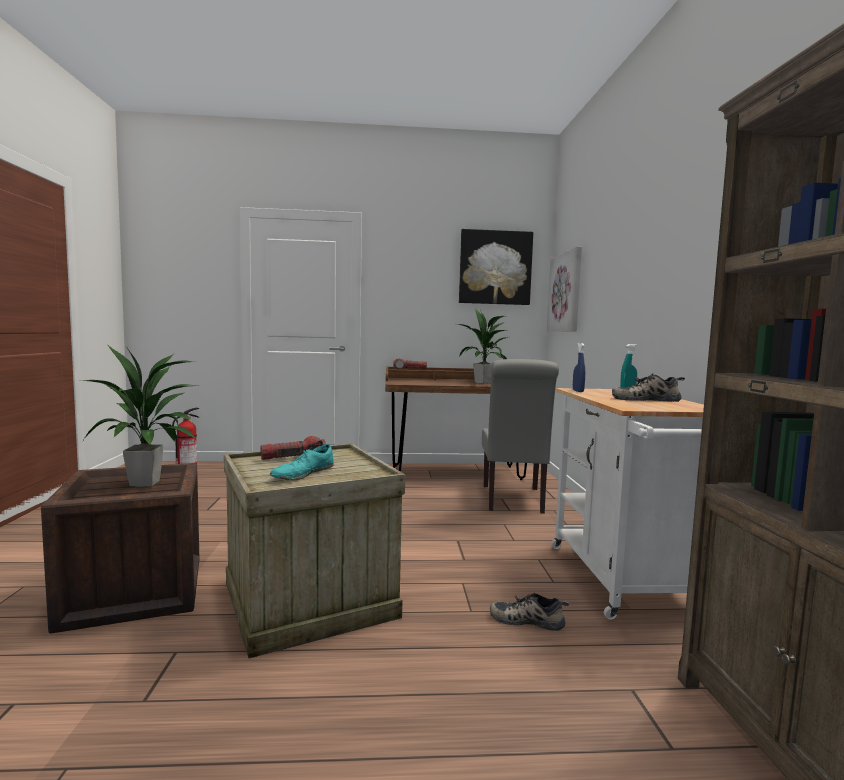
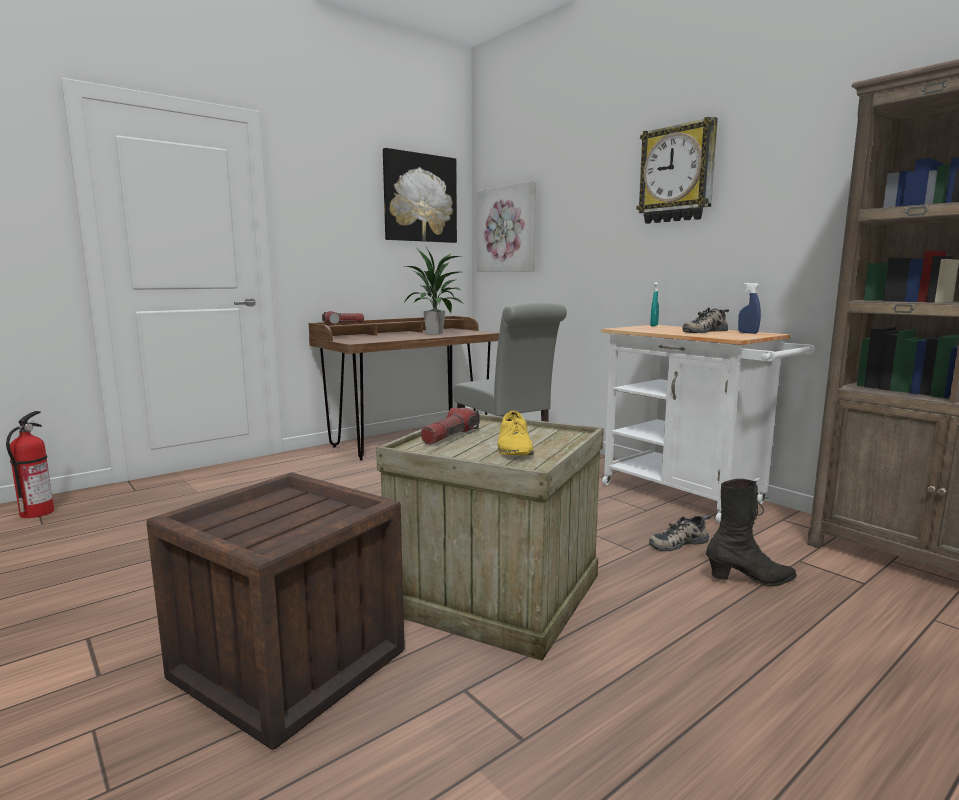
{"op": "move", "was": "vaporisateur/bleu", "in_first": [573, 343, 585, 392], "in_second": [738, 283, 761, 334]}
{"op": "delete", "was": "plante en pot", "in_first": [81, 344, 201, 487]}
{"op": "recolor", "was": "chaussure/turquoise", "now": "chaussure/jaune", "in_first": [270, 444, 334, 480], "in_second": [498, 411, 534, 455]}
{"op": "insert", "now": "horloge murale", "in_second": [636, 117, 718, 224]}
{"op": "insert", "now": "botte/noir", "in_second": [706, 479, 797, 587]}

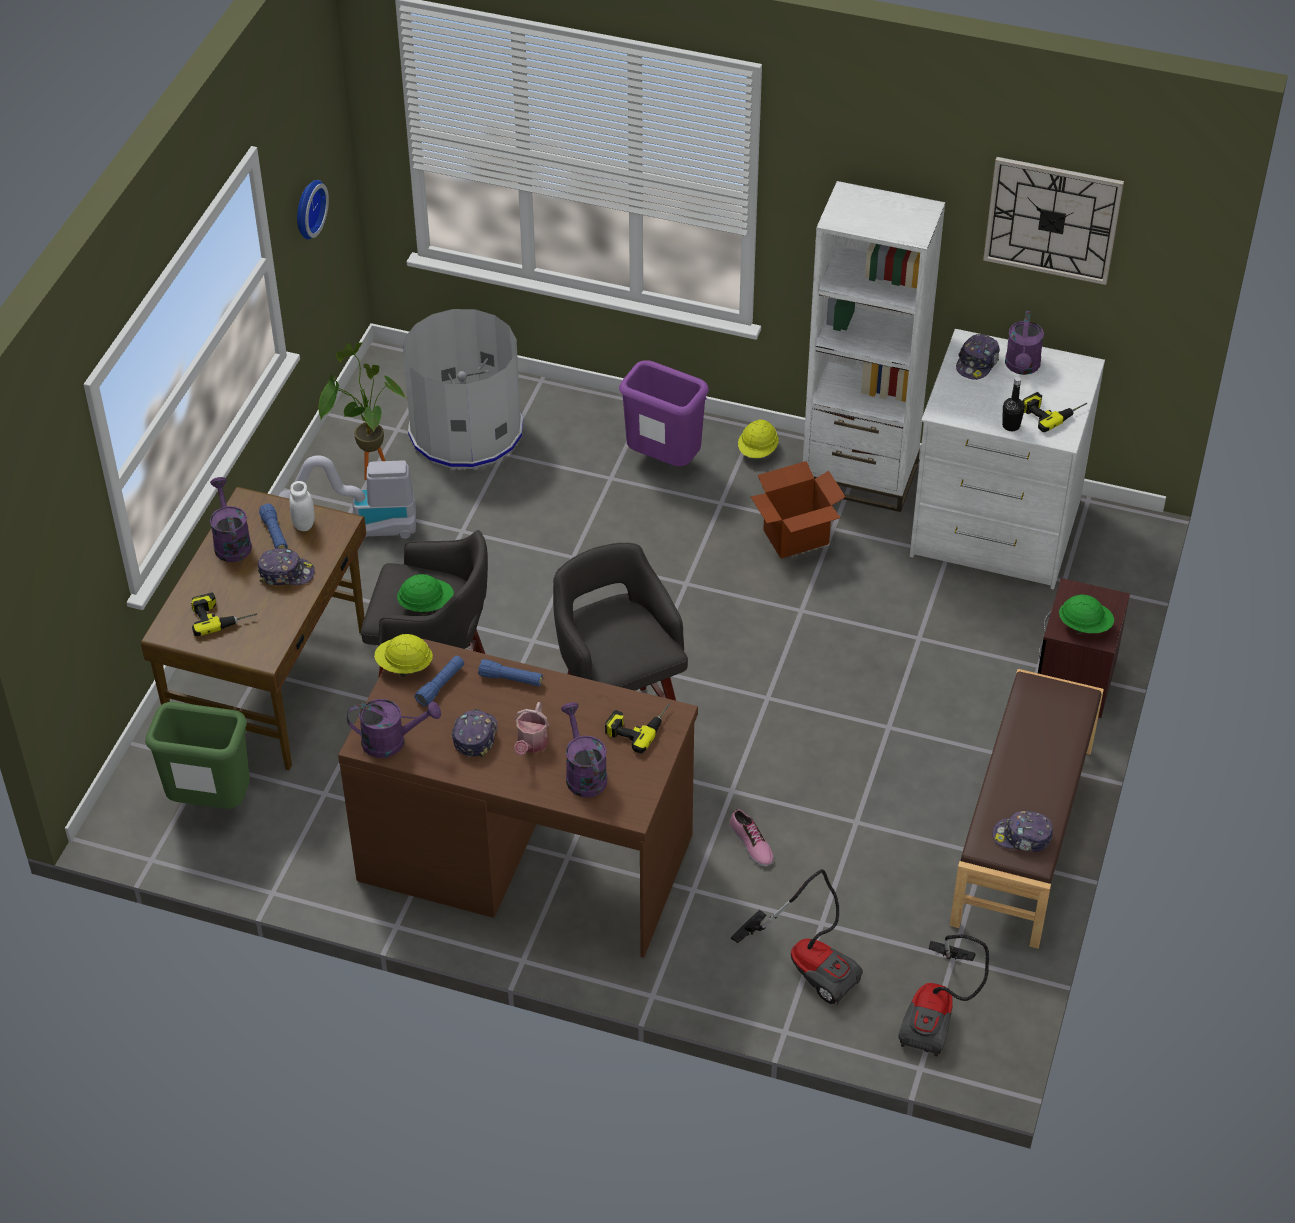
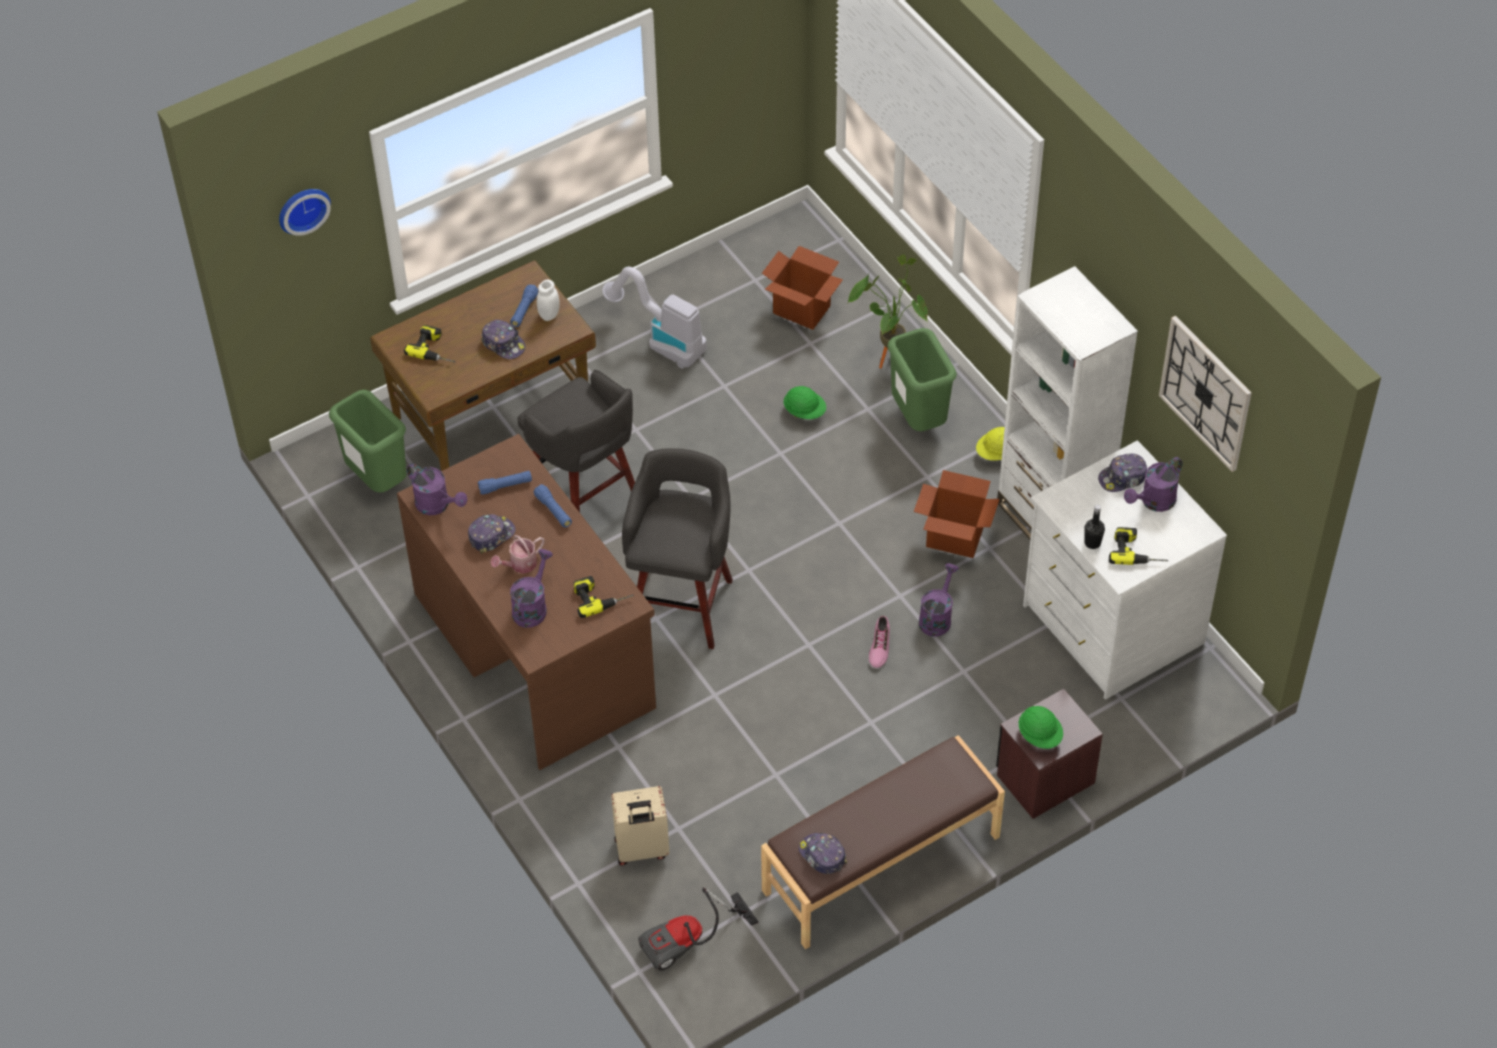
{"op": "move", "was": "horloge murale", "in_first": [297, 180, 329, 240], "in_second": [279, 189, 331, 236]}
{"op": "replace", "was": "poubelle/gris", "now": "carton", "in_first": [403, 309, 523, 469], "in_second": [762, 246, 843, 330]}
{"op": "move", "was": "plante en pot", "in_first": [319, 342, 406, 480], "in_second": [848, 254, 928, 368]}
{"op": "recolor", "was": "poubelle/violet", "now": "poubelle/vert", "in_first": [619, 360, 709, 466], "in_second": [887, 328, 957, 431]}
{"op": "move", "was": "arrosoir/violet", "in_first": [210, 477, 252, 562], "in_second": [919, 563, 958, 636]}
{"op": "move", "was": "casque de chantier/vert", "in_first": [397, 574, 454, 615], "in_second": [784, 386, 826, 419]}
{"op": "delete", "was": "casque de chantier/jaune", "in_first": [374, 634, 433, 677]}
{"op": "move", "was": "chaussure", "in_first": [730, 809, 773, 867], "in_second": [868, 615, 890, 669]}
{"op": "replace", "was": "aspirateur", "now": "valise/beige", "in_first": [731, 869, 863, 1005], "in_second": [611, 786, 669, 865]}

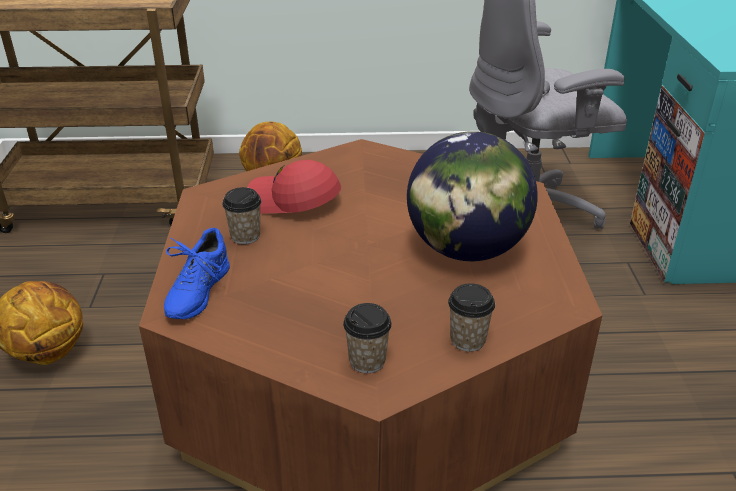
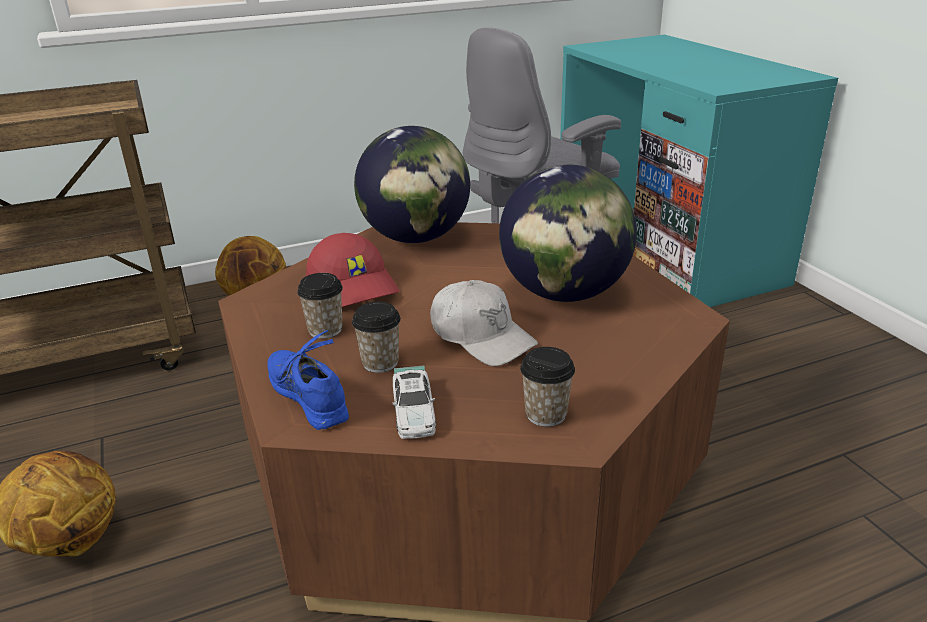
{"op": "rotate", "was": "casquette/rouge", "in_first": [247, 160, 341, 213], "in_second": [306, 233, 400, 307], "clockwise": -120}
{"op": "rotate", "was": "chaussure/bleu", "in_first": [164, 228, 230, 319], "in_second": [267, 330, 349, 430], "clockwise": 150}
{"op": "move", "was": "tasse", "in_first": [448, 283, 495, 352], "in_second": [352, 302, 401, 373]}
{"op": "insert", "now": "globe", "in_second": [354, 126, 470, 243]}
{"op": "insert", "now": "casquette/blanc", "in_second": [430, 280, 538, 366]}
{"op": "insert", "now": "petite voiture", "in_second": [392, 366, 436, 439]}

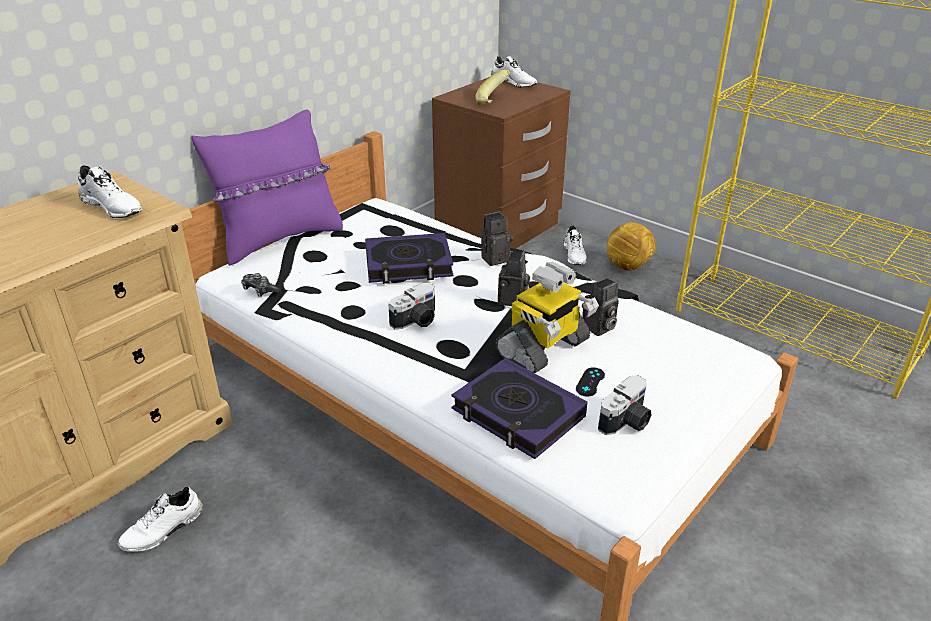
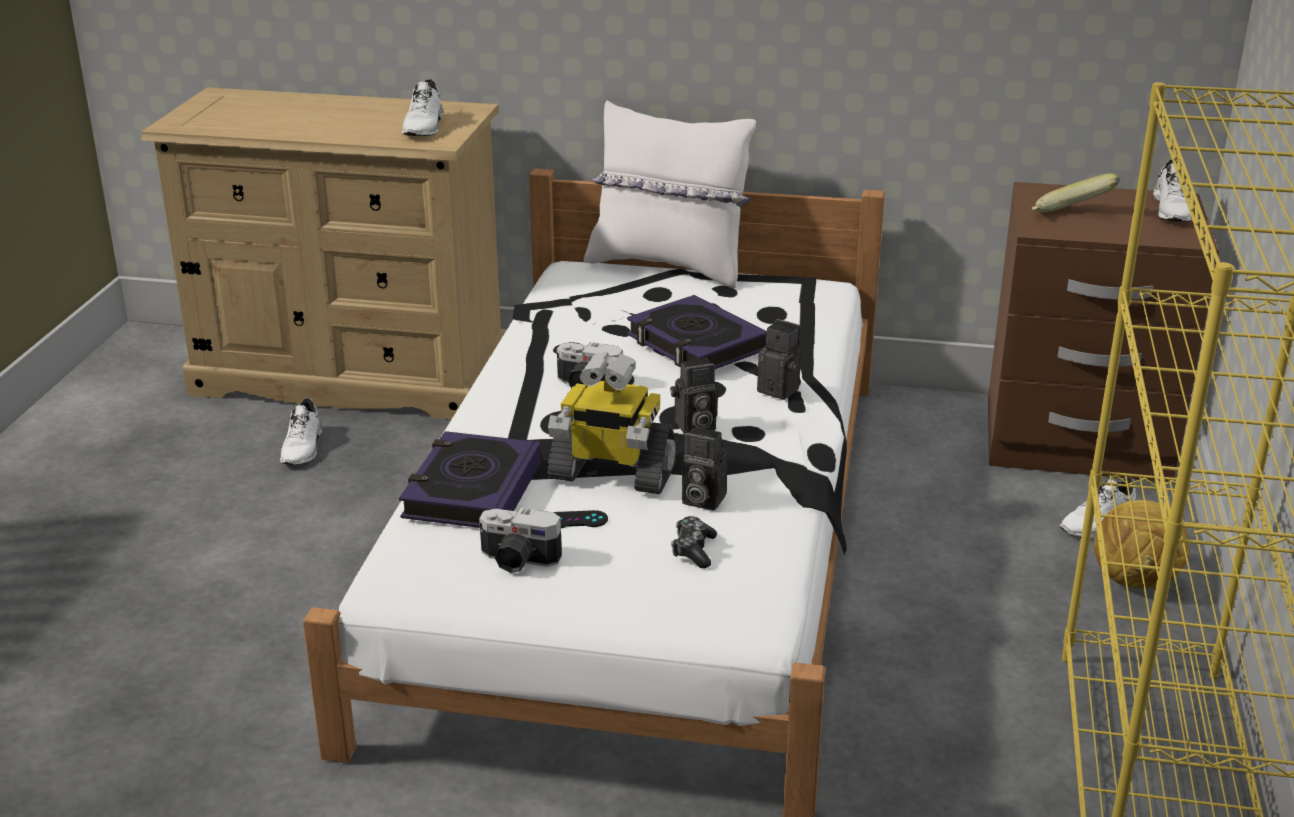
{"op": "recolor", "was": "coussin/violet", "now": "coussin/blanc", "in_first": [191, 110, 343, 266], "in_second": [584, 101, 756, 288]}
{"op": "move", "was": "manette", "in_first": [241, 273, 281, 297], "in_second": [671, 516, 717, 568]}
{"op": "rotate", "was": "chaussure/blanc", "in_first": [117, 487, 203, 552], "in_second": [280, 398, 322, 465], "clockwise": -105}

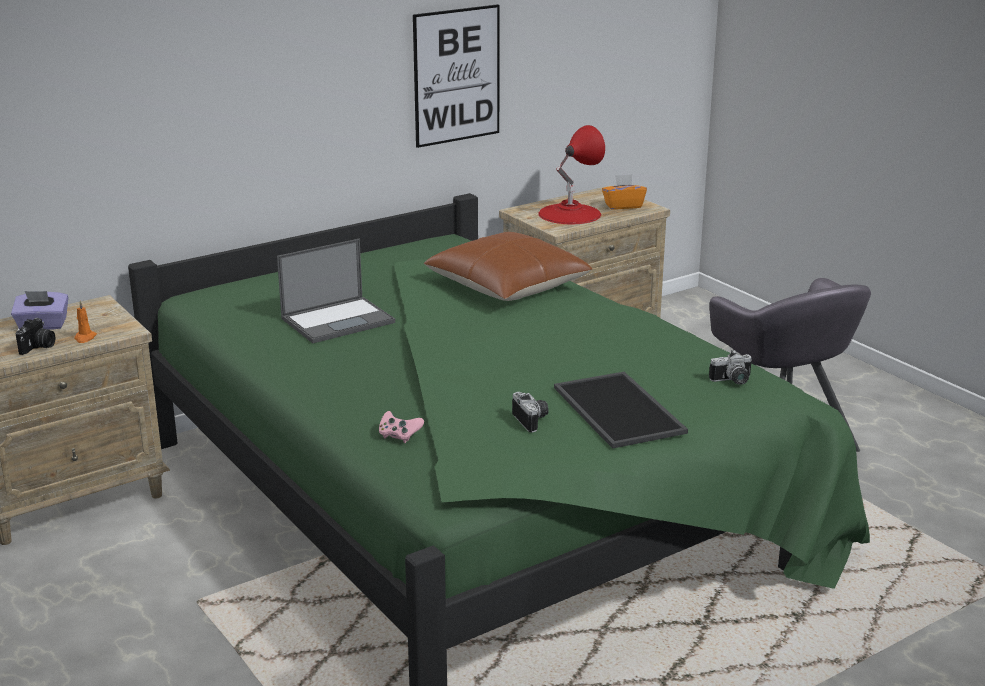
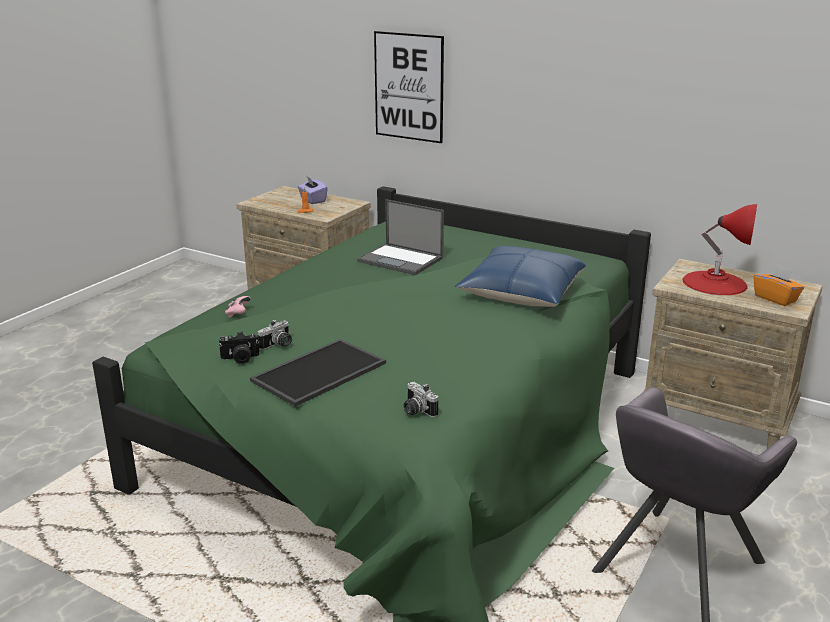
{"op": "move", "was": "tableau", "in_first": [413, 4, 500, 148], "in_second": [374, 31, 444, 143]}
{"op": "recolor", "was": "coussin/marron", "now": "coussin/bleu", "in_first": [424, 232, 592, 301], "in_second": [455, 246, 586, 307]}
{"op": "move", "was": "appareil photo", "in_first": [15, 318, 55, 355], "in_second": [219, 332, 259, 364]}

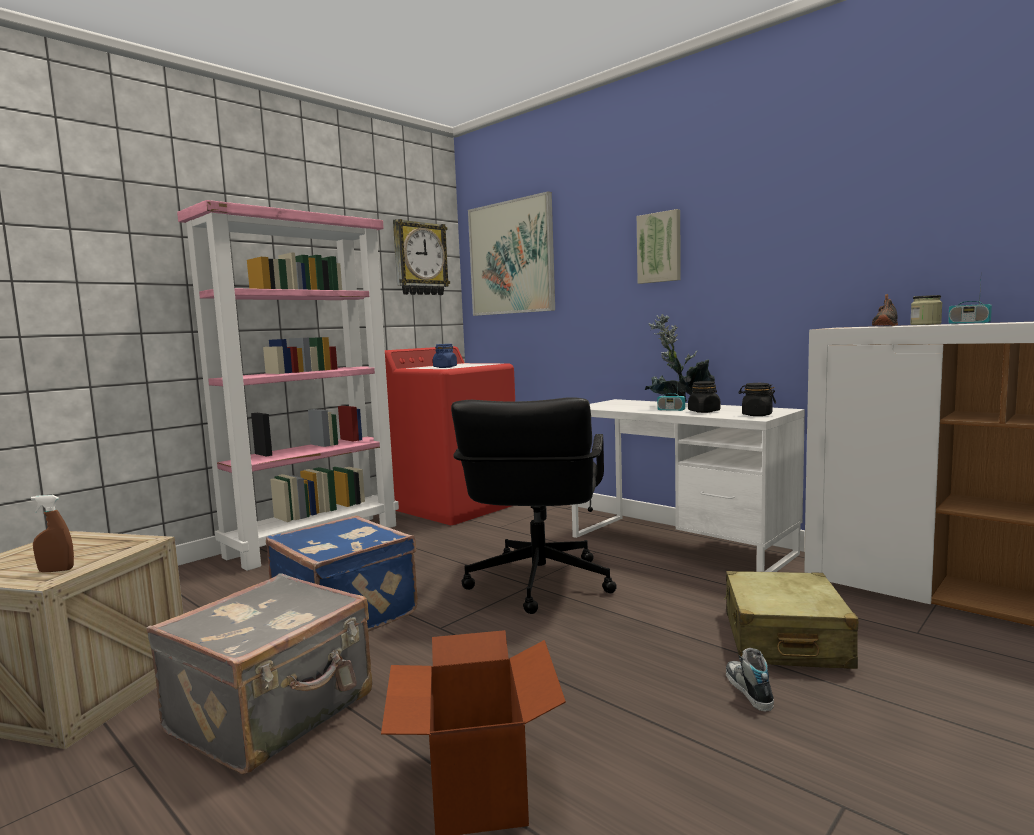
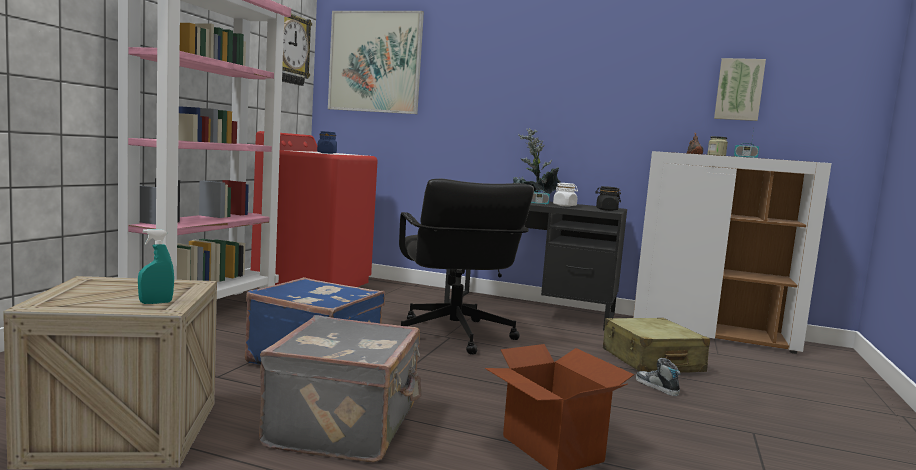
{"op": "move", "was": "tableau", "in_first": [637, 209, 681, 284], "in_second": [714, 58, 766, 121]}
{"op": "recolor", "was": "bocal/noir", "now": "bocal/blanc", "in_first": [688, 381, 720, 413], "in_second": [553, 183, 578, 207]}
{"op": "recolor", "was": "bureau/blanc", "now": "bureau/noir", "in_first": [572, 399, 805, 572], "in_second": [444, 201, 627, 331]}
{"op": "recolor", "was": "vaporisateur/marron", "now": "vaporisateur/turquoise", "in_first": [31, 495, 74, 572], "in_second": [138, 229, 174, 304]}

